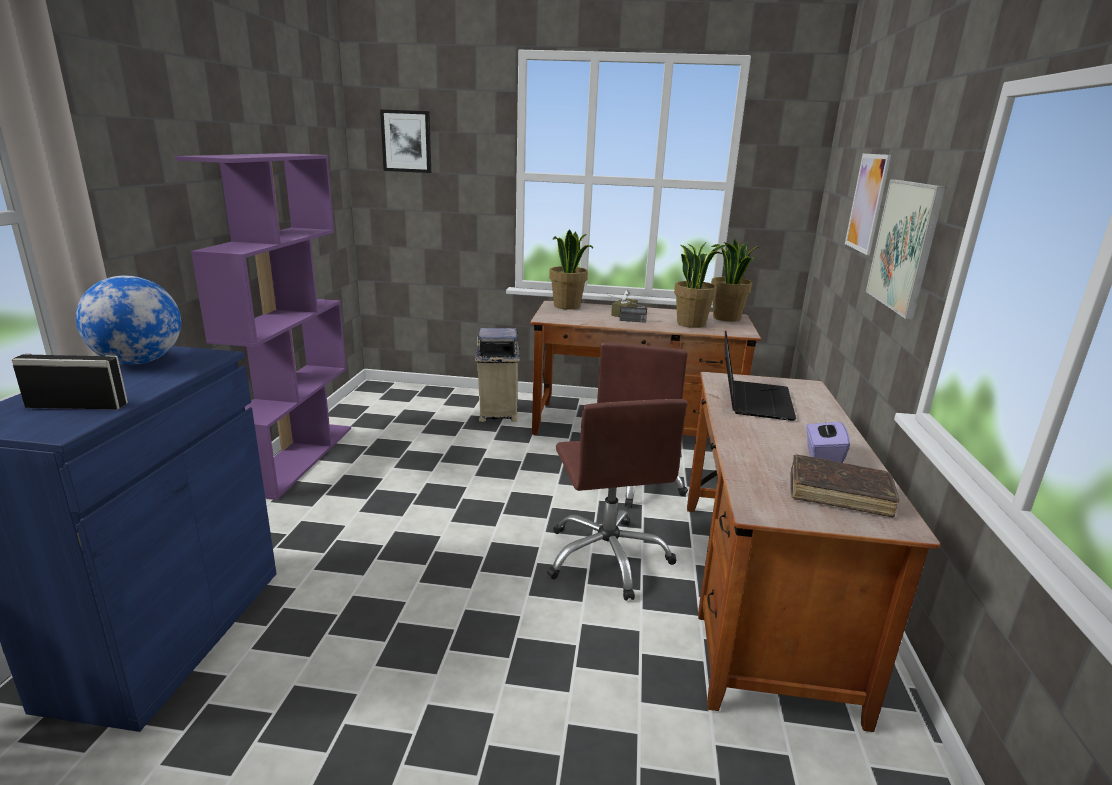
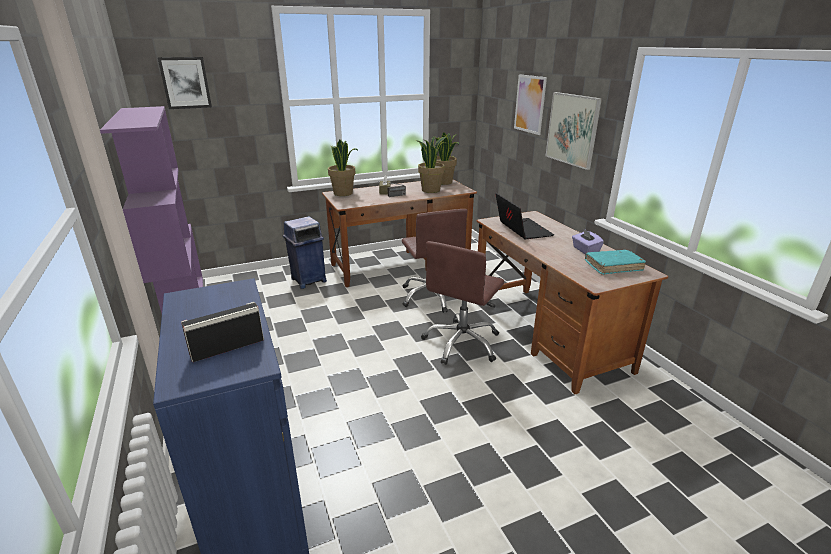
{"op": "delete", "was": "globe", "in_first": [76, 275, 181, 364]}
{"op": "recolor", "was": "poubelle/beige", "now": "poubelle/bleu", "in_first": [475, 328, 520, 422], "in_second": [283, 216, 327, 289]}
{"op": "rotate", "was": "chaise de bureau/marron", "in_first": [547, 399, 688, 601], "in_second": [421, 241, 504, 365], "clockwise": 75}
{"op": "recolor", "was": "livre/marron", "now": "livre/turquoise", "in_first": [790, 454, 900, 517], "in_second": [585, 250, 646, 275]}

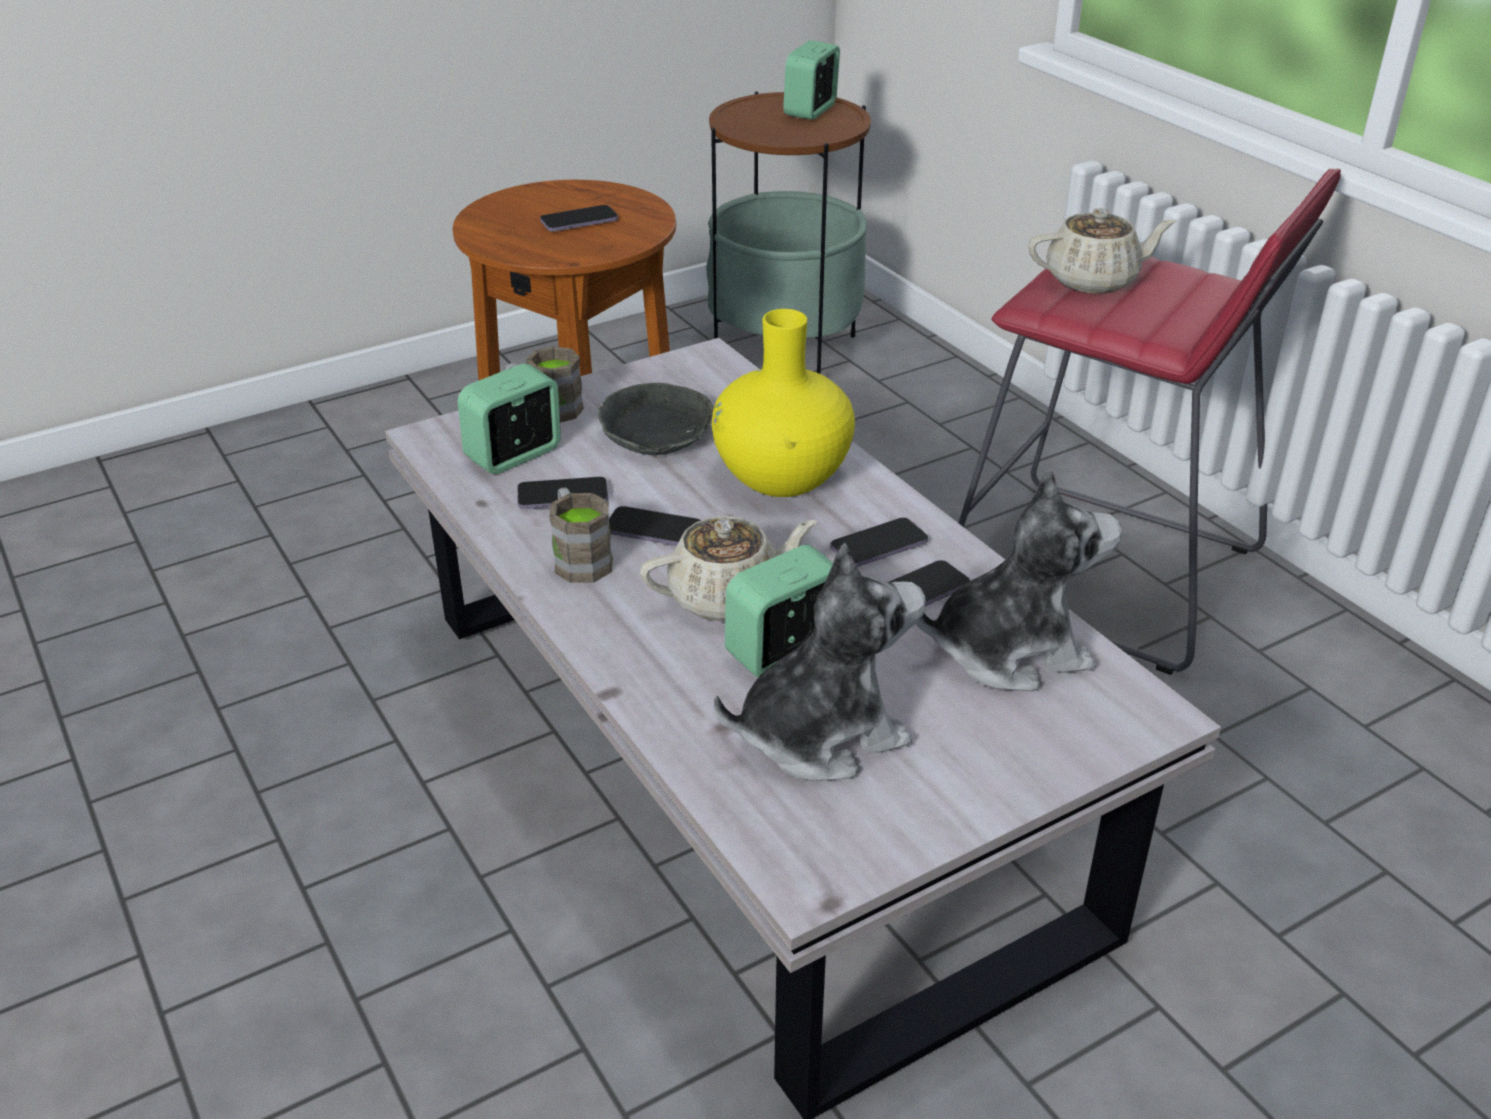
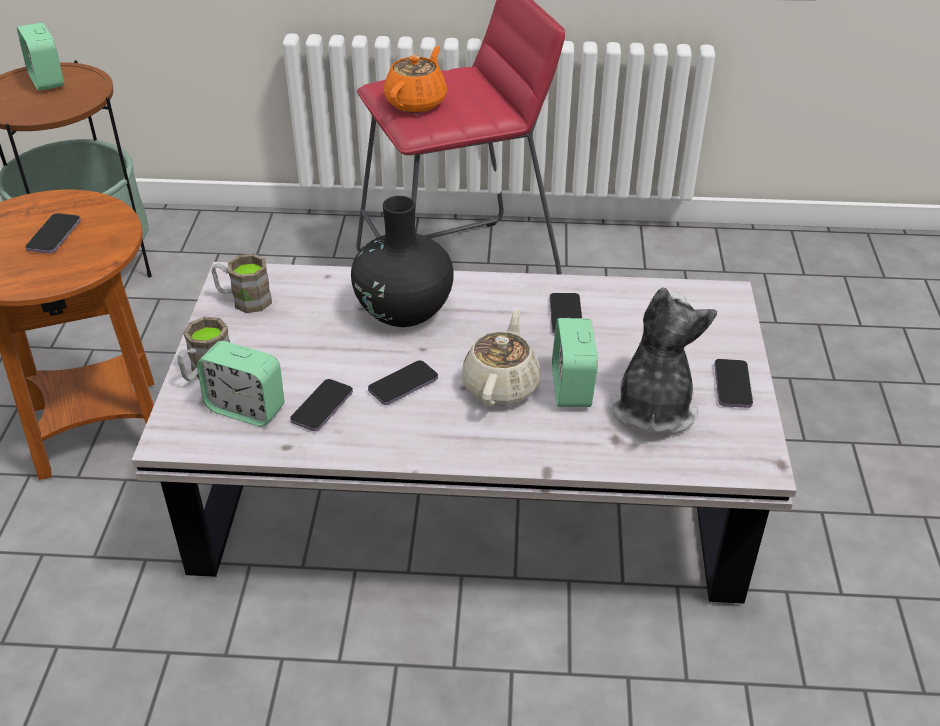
{"op": "recolor", "was": "théière/beige", "now": "théière/orange", "in_first": [1028, 208, 1177, 293], "in_second": [384, 45, 447, 113]}
{"op": "recolor", "was": "vase/jaune", "now": "vase/noir", "in_first": [712, 309, 855, 497], "in_second": [351, 196, 454, 327]}
{"op": "rotate", "was": "réveil", "in_first": [458, 363, 561, 474], "in_second": [197, 341, 284, 427], "clockwise": -60}
{"op": "delete", "was": "bol/gris", "in_first": [598, 383, 714, 455]}
{"op": "delete", "was": "peluche", "in_first": [916, 468, 1122, 692]}
{"op": "move", "was": "mug/marron", "in_first": [549, 488, 613, 583], "in_second": [212, 254, 272, 313]}
{"op": "move", "was": "téléphone", "in_first": [830, 518, 928, 567], "in_second": [714, 359, 753, 408]}

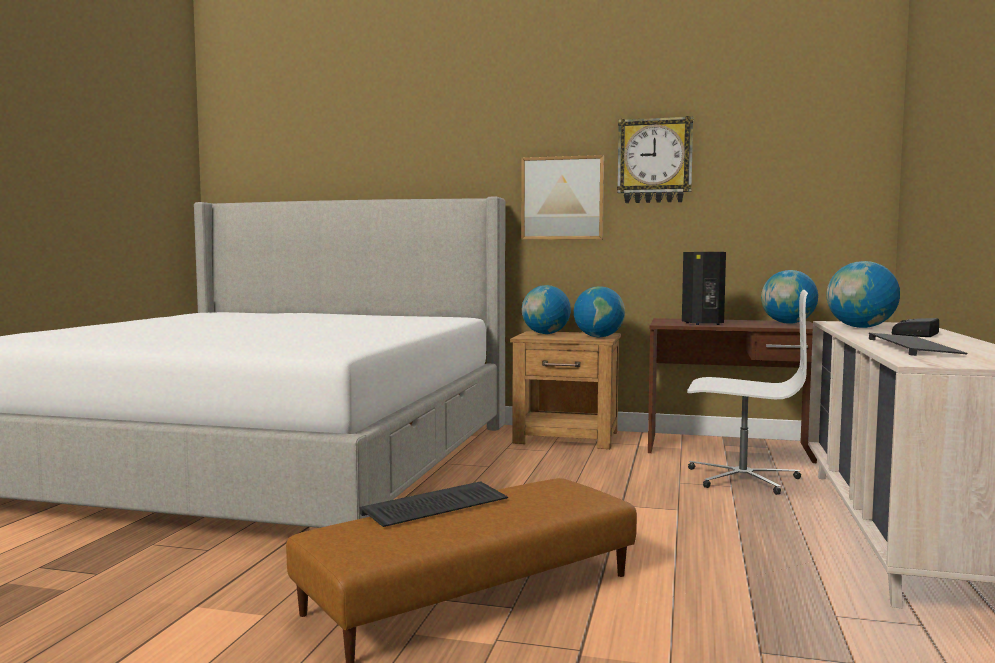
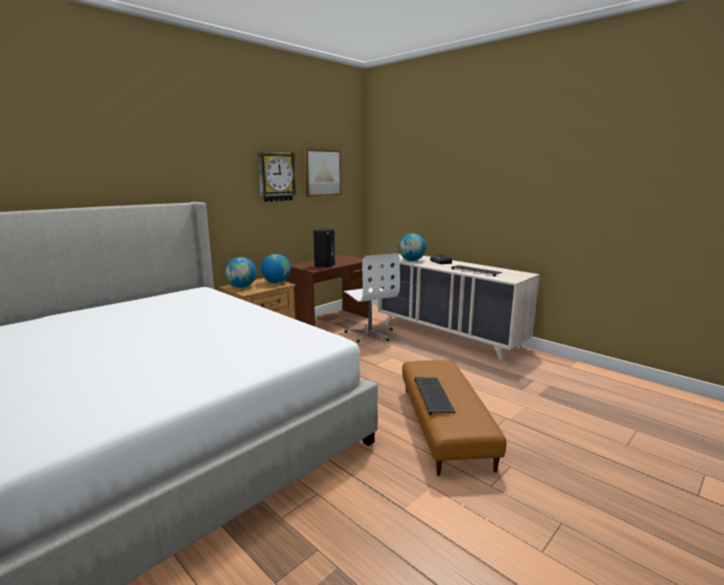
{"op": "move", "was": "tableau", "in_first": [521, 155, 604, 240], "in_second": [304, 149, 341, 197]}
{"op": "delete", "was": "globe", "in_first": [761, 270, 818, 324]}
{"op": "rotate", "was": "chaise de bureau/blanc", "in_first": [687, 290, 808, 495], "in_second": [344, 253, 400, 343], "clockwise": 105}

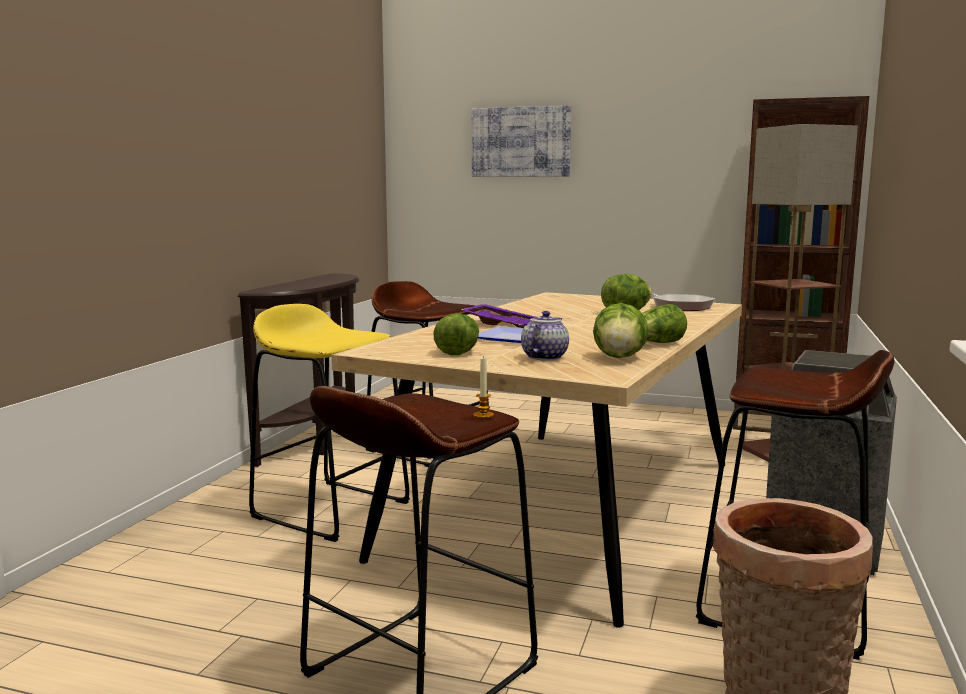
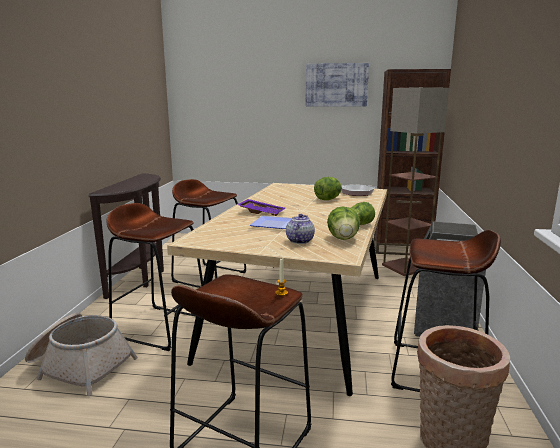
{"op": "move", "was": "tableau", "in_first": [472, 105, 571, 177], "in_second": [305, 63, 369, 107]}
{"op": "recolor", "was": "tabouret/jaune", "now": "tabouret/marron", "in_first": [249, 304, 410, 542], "in_second": [107, 203, 203, 351]}
{"op": "delete", "was": "laitue", "in_first": [433, 313, 479, 355]}
{"op": "insert", "now": "panier", "in_second": [25, 313, 138, 396]}

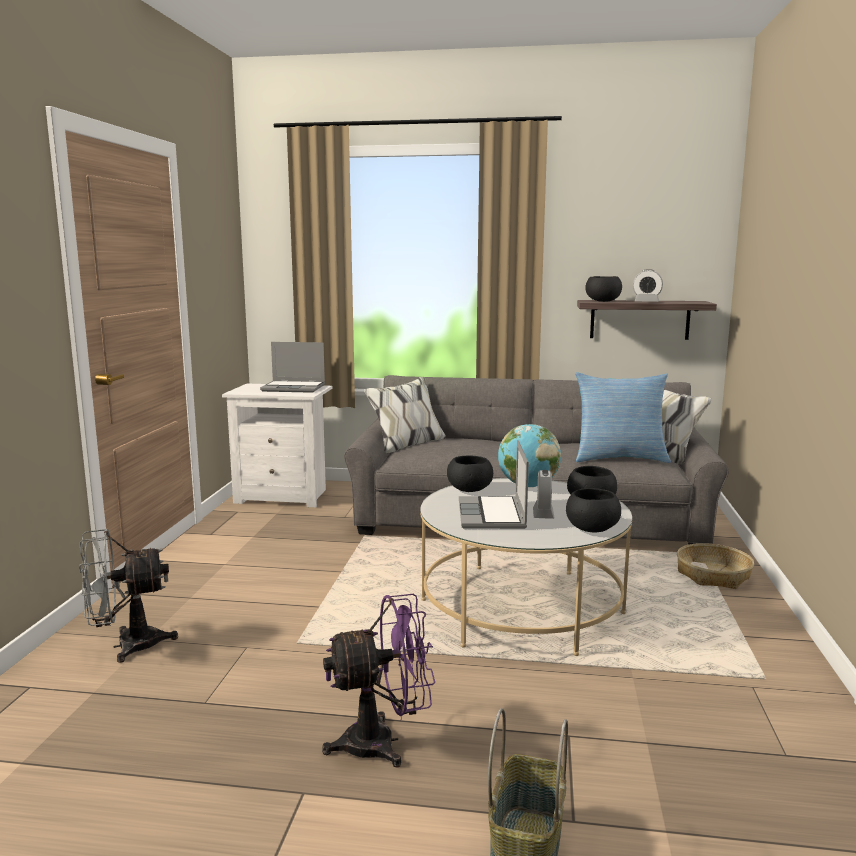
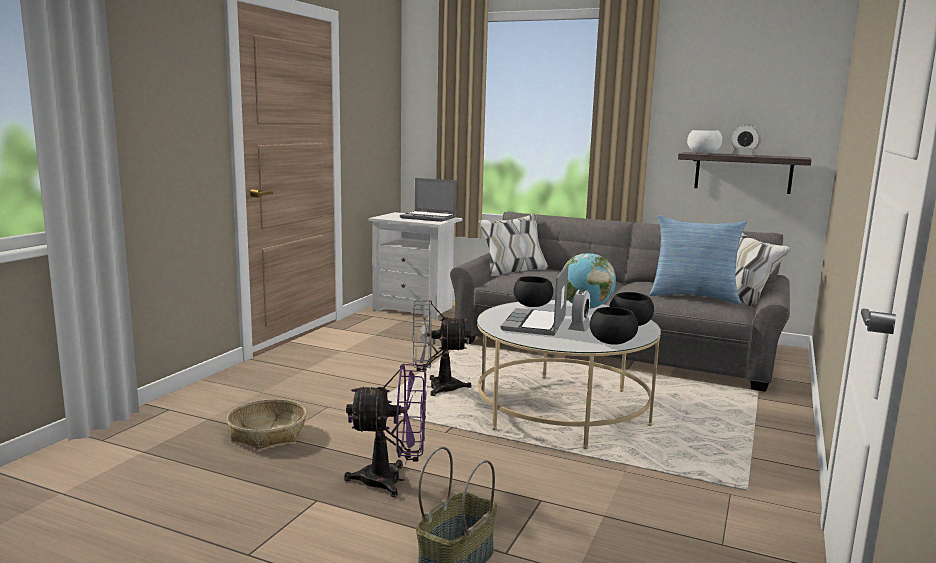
{"op": "recolor", "was": "bol/noir", "now": "bol/blanc", "in_first": [585, 276, 622, 302], "in_second": [687, 130, 722, 154]}
{"op": "move", "was": "ventilateur/gris", "in_first": [79, 529, 178, 663], "in_second": [412, 300, 472, 396]}
{"op": "move", "was": "panier", "in_first": [677, 543, 754, 589], "in_second": [227, 399, 307, 450]}

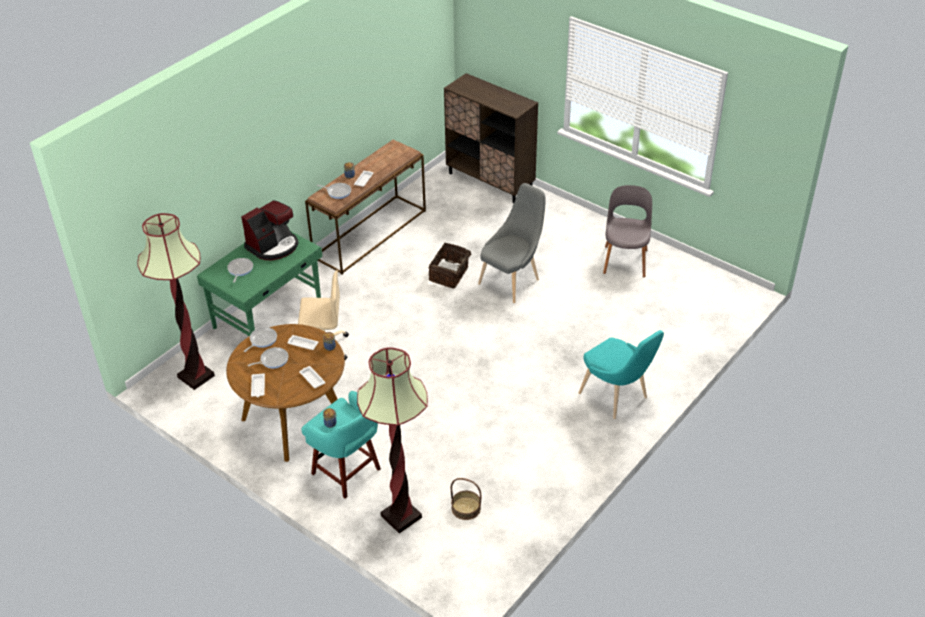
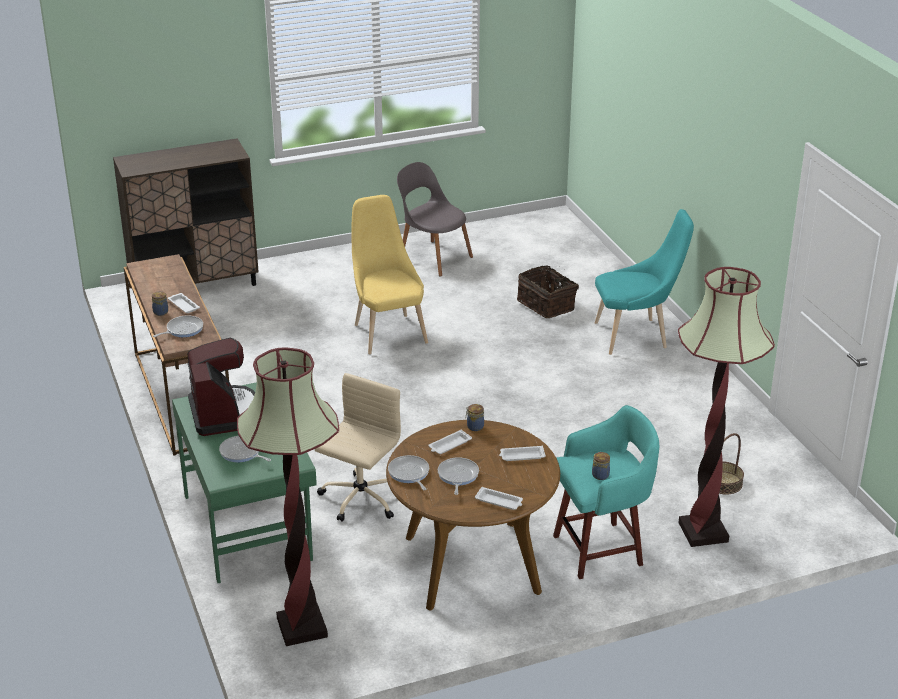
{"op": "recolor", "was": "chaise/gris", "now": "chaise/jaune", "in_first": [478, 183, 546, 303], "in_second": [351, 195, 428, 354]}
{"op": "move", "was": "panier", "in_first": [429, 242, 474, 289], "in_second": [517, 265, 579, 318]}

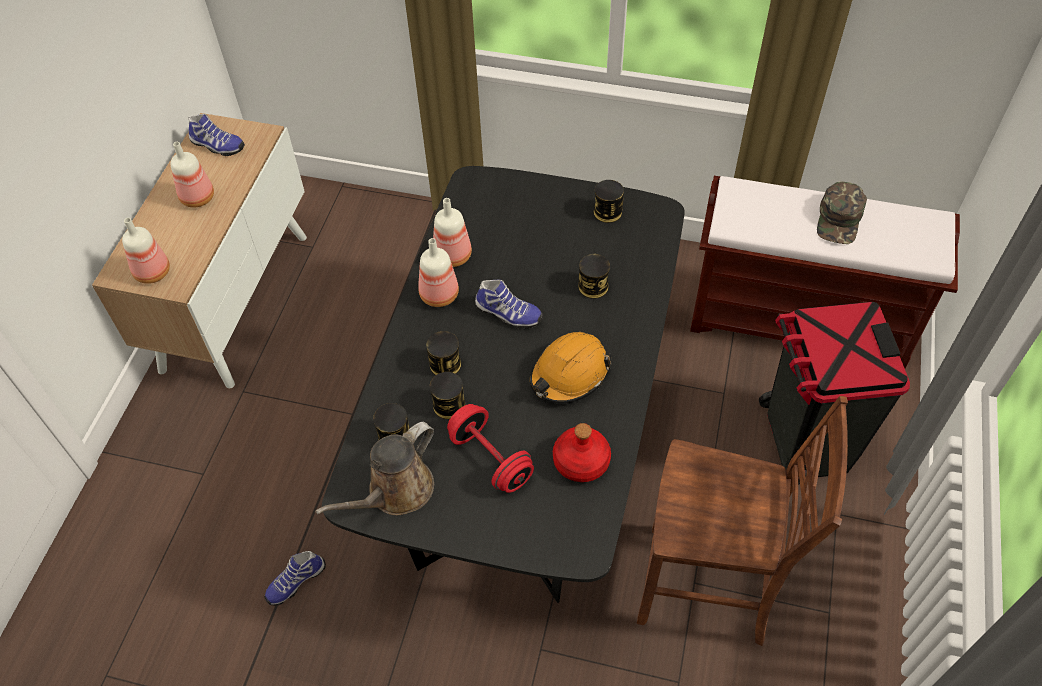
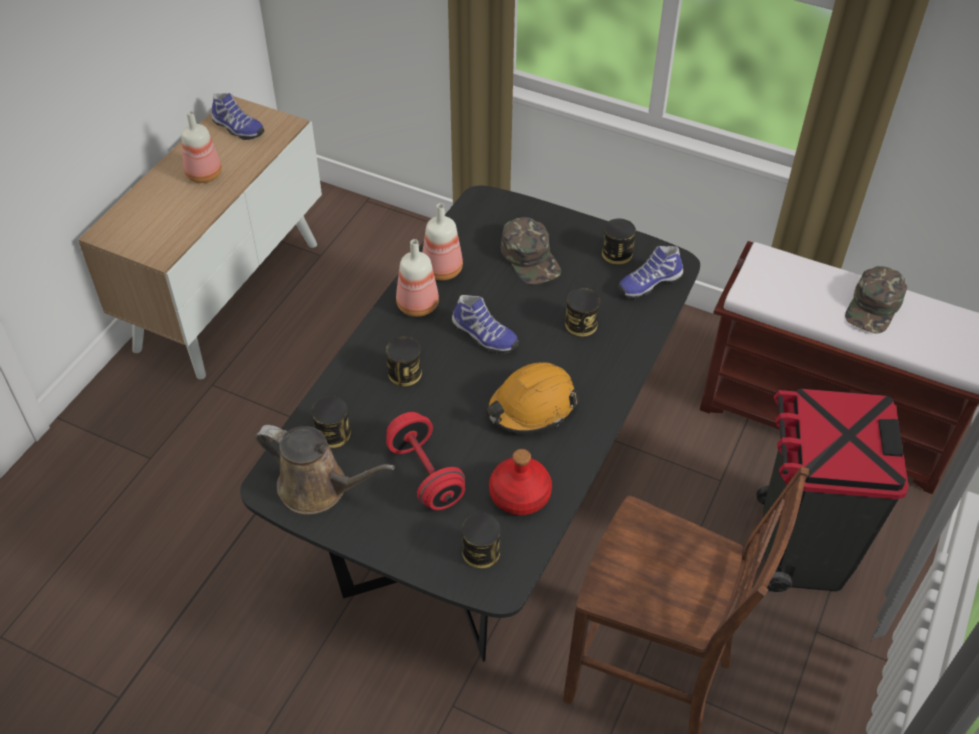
{"op": "delete", "was": "bouteille", "in_first": [122, 218, 170, 284]}
{"op": "move", "was": "boîte métallique", "in_first": [430, 372, 465, 419], "in_second": [462, 513, 501, 569]}
{"op": "rotate", "was": "arrosoir/marron", "in_first": [315, 422, 434, 516], "in_second": [255, 425, 395, 514], "clockwise": -120}
{"op": "move", "was": "chaussure", "in_first": [264, 551, 326, 605], "in_second": [618, 246, 684, 299]}
{"op": "insert", "now": "casquette/vert", "in_second": [501, 217, 561, 285]}

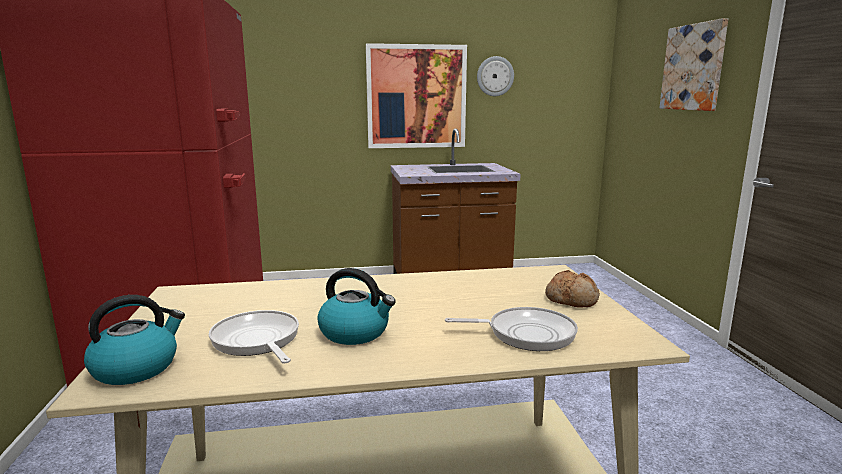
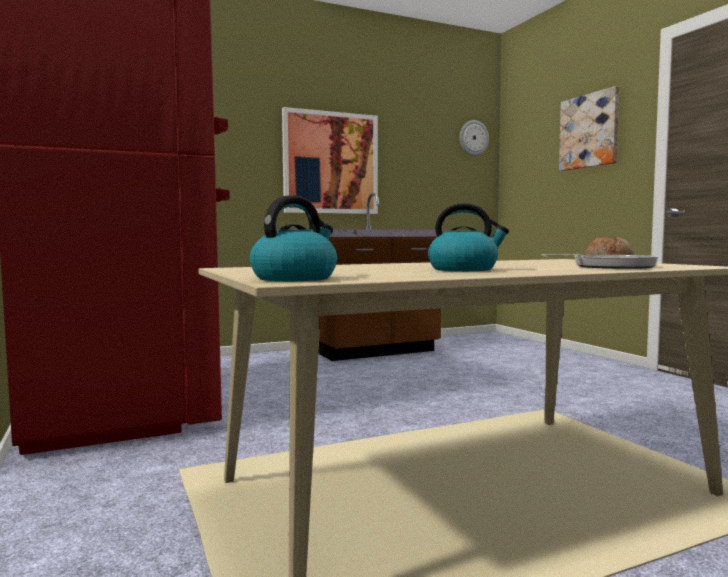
{"op": "move", "was": "horloge murale", "in_first": [477, 56, 514, 96], "in_second": [460, 120, 489, 156]}
{"op": "delete", "was": "poêle", "in_first": [209, 310, 299, 363]}

